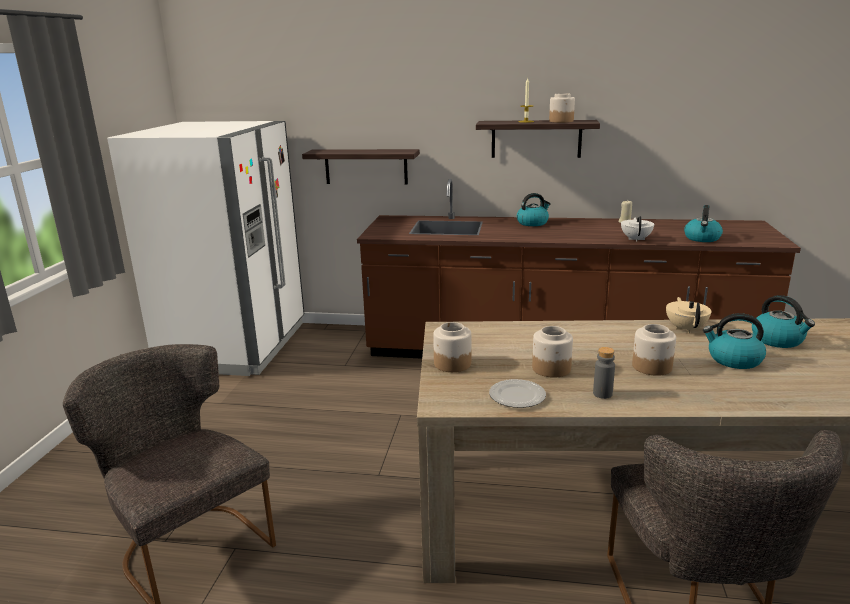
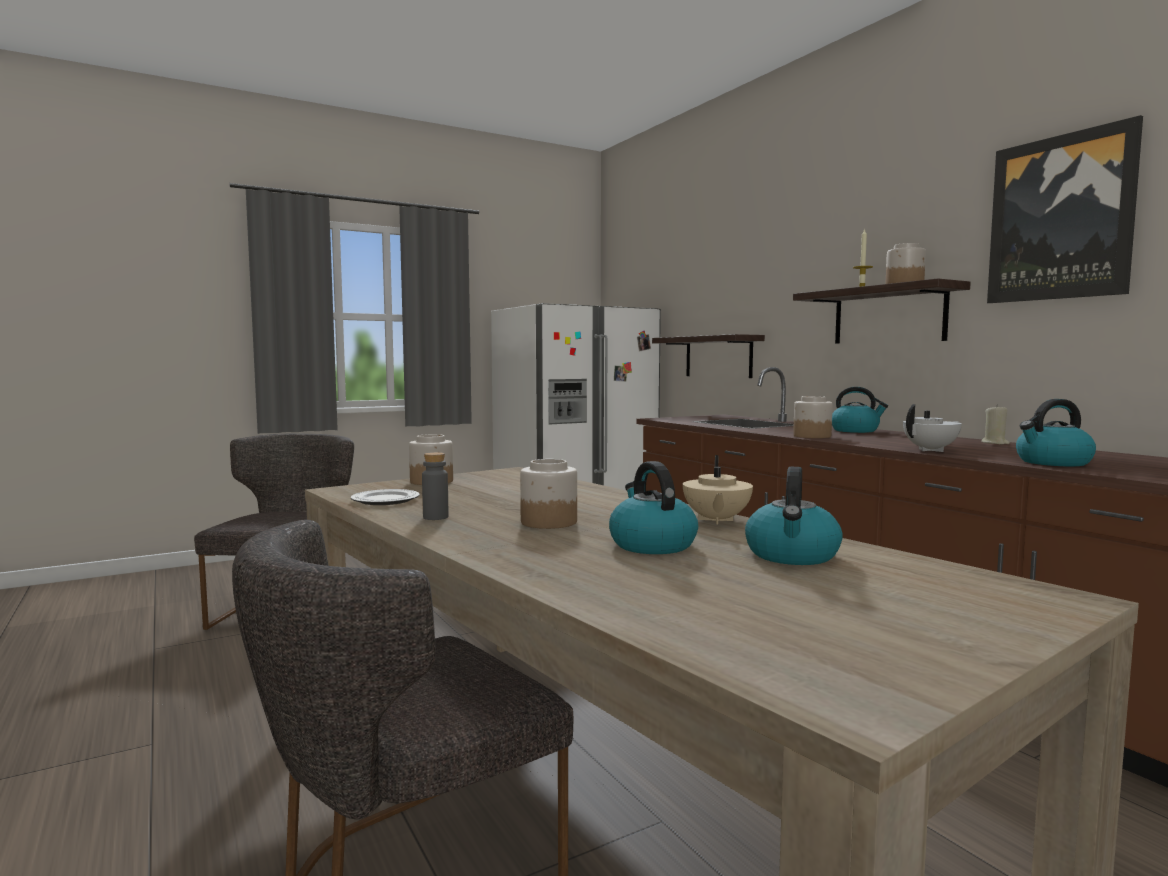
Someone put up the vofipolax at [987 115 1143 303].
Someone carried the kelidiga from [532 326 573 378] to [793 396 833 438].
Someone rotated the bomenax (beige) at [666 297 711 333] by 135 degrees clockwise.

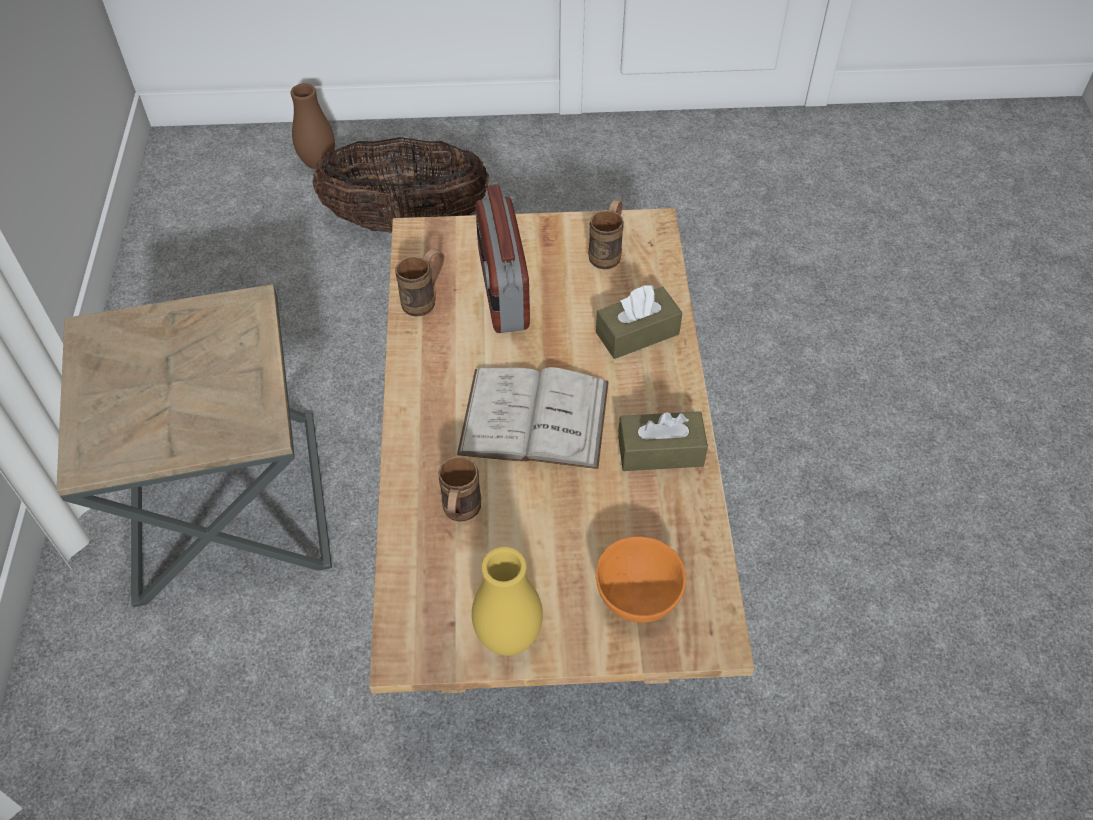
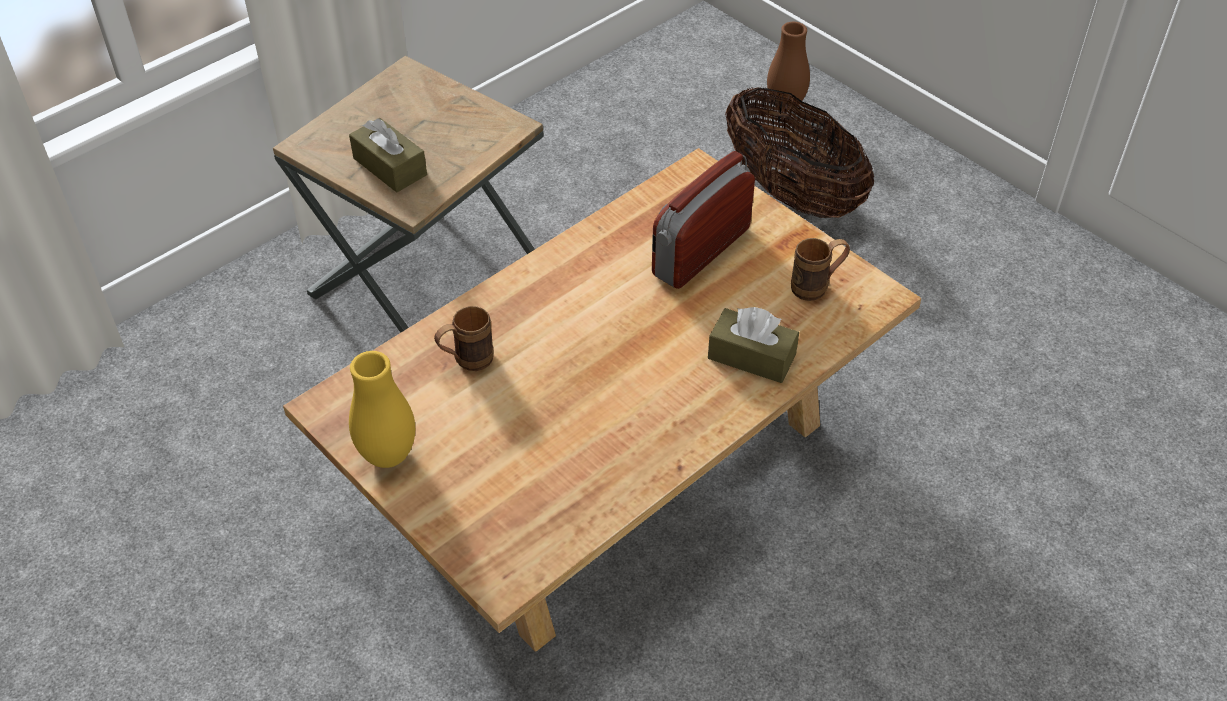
Someone took away the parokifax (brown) at [395 249 444 317].
Someone took away the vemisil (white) at [457 367 609 469].
Someone took away the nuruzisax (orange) at [596 536 686 623].
Someone carried the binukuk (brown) from [618 411 708 471] to [349 118 427 192].

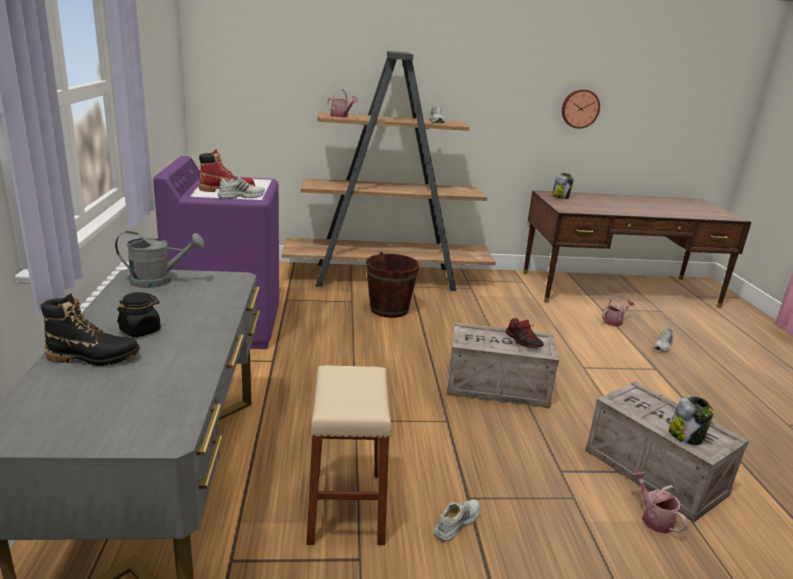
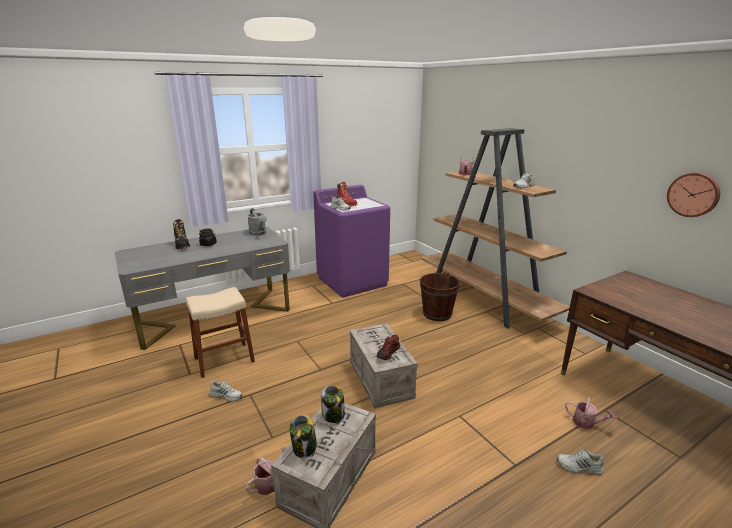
Someone carried the kelidiga from [552 173 574 199] to [321 386 345 423].

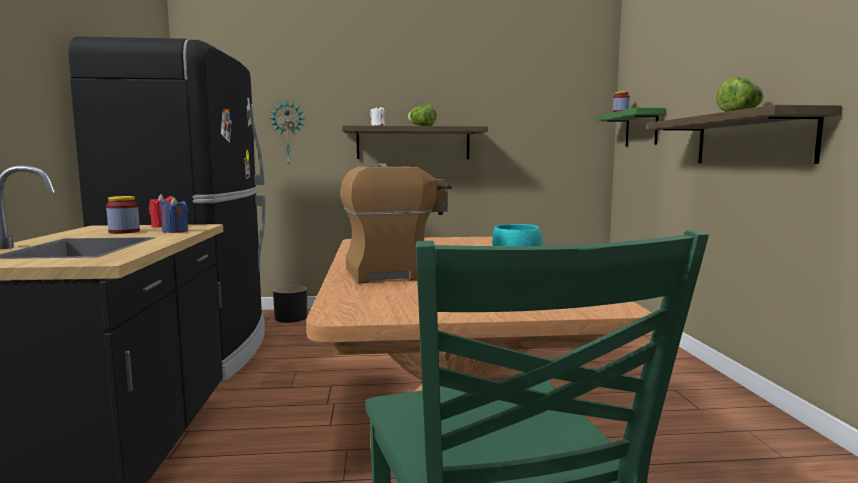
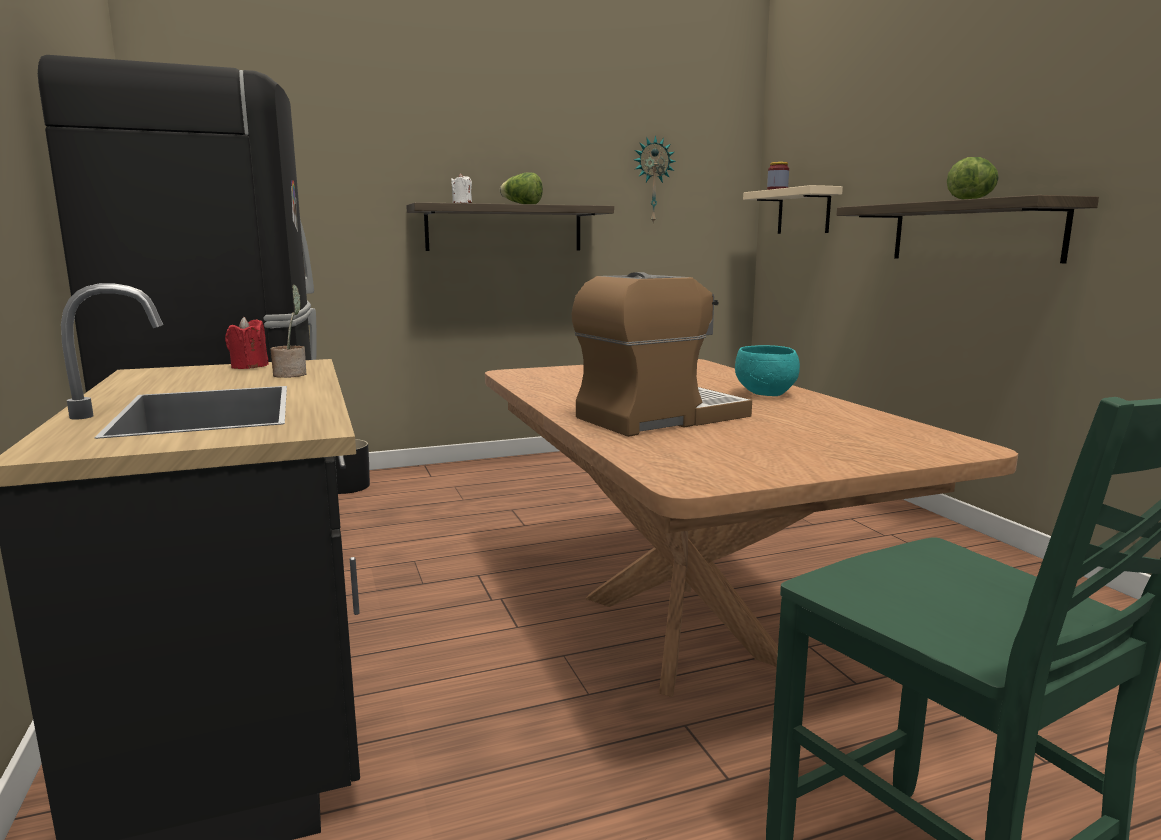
Someone took away the kelidiga at [106 196 140 234].
Someone carried the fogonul from [269 100 305 164] to [634 135 676 224].
Someone swapped the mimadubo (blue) at [161 197 189 233] for the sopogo at [270 285 307 378].
Someone repainted the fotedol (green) at [597 108 666 147], which became the fotedol (beige) at [743 185 843 234].

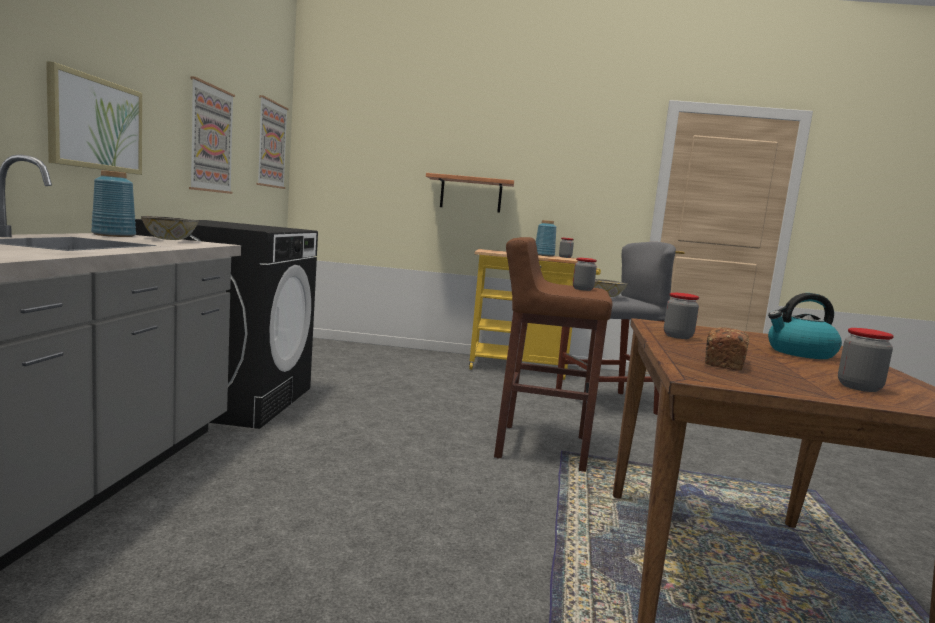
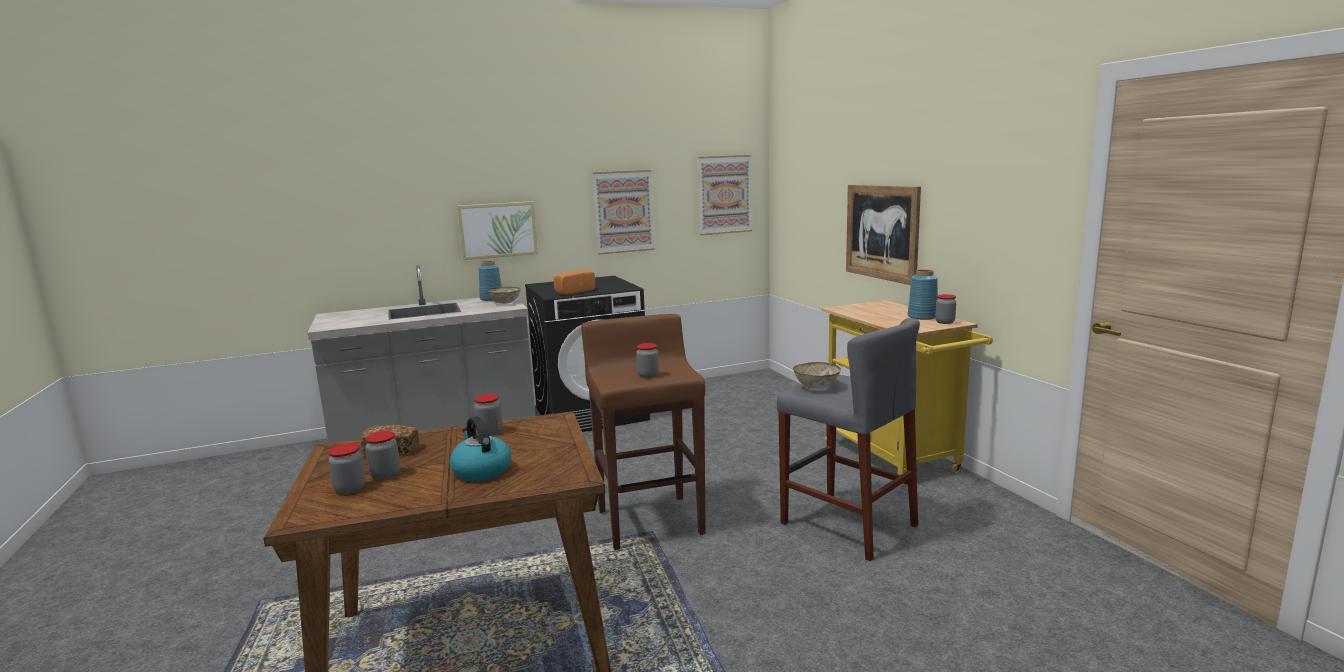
Someone put down the kelidiga at [365 431 400 480].
Someone put down the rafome at [553 270 595 295].
Someone swapped the fotedol at [426 173 514 213] for the vofipolax at [846 185 921 285].

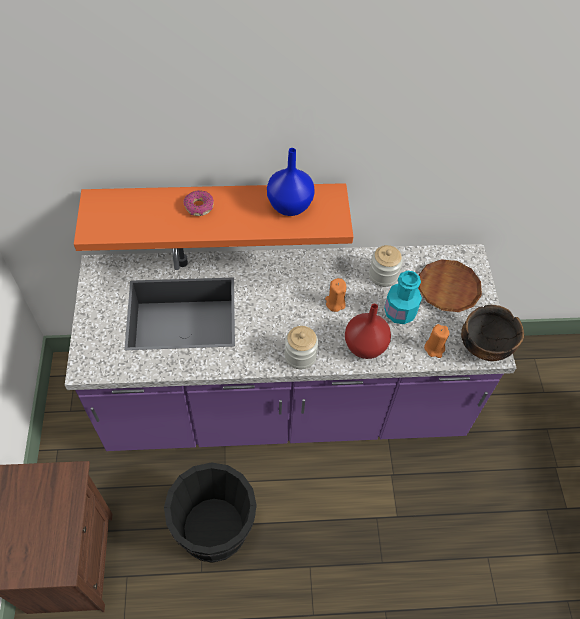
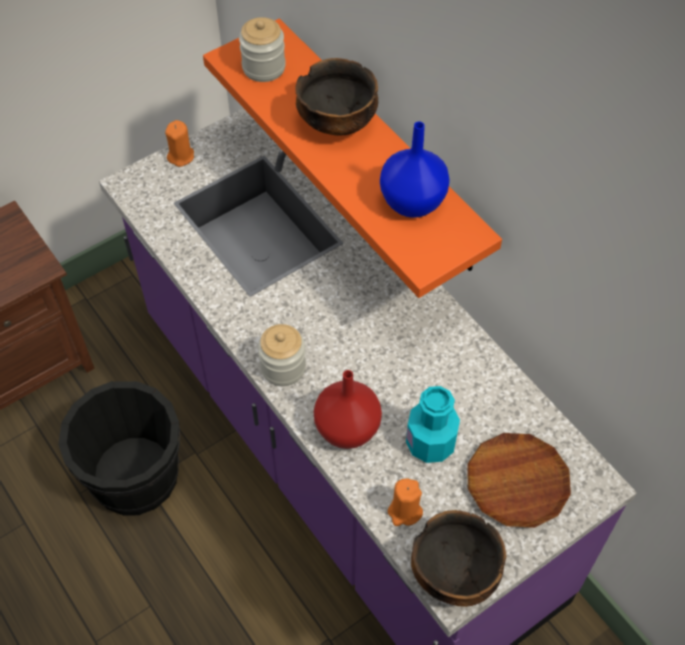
Someone carried the mimadubo (orange) from [325 278 347 312] to [165 120 194 167].
Someone carried the kelidiga from [369 245 403 287] to [239 17 286 82].
Someone swapped the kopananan at [183 190 214 216] for the nuruzisax at [295 58 378 136].

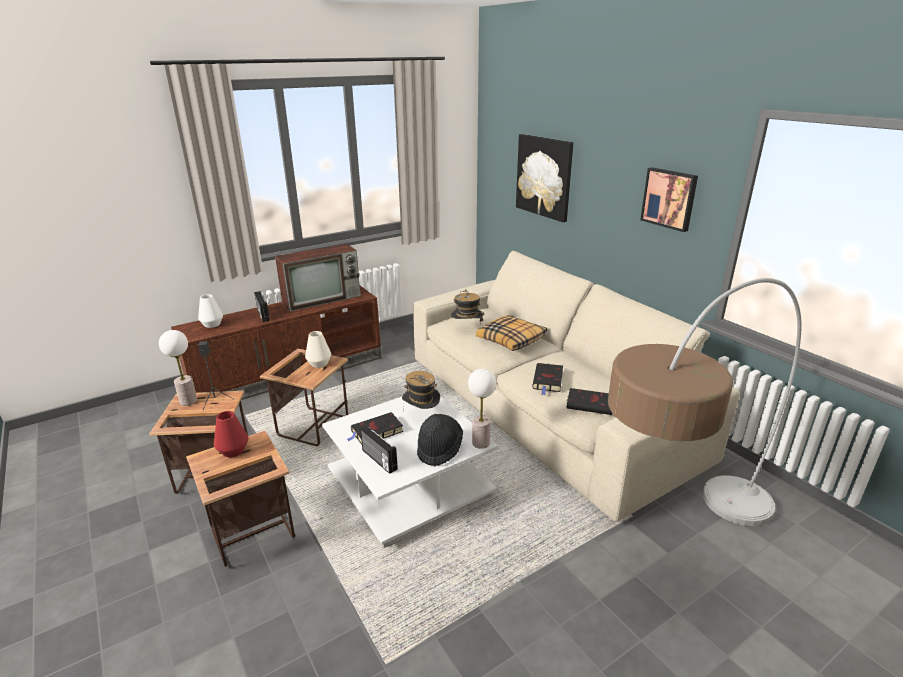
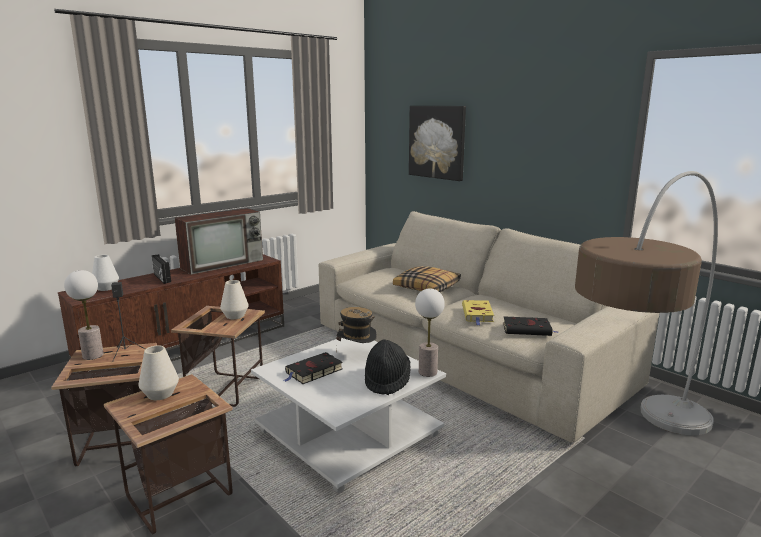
Someone took away the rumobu at [360 426 398 474].
Someone took away the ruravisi at [451 289 484 325].
Someone took away the vofipolax at [640 167 698 232].
Someone repainted the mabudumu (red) at [214 411 248 457], which became the mabudumu (white) at [138 345 179 400].
Someone repainted the vemisil (black) at [532 363 563 395], which became the vemisil (yellow) at [462 300 494 325].

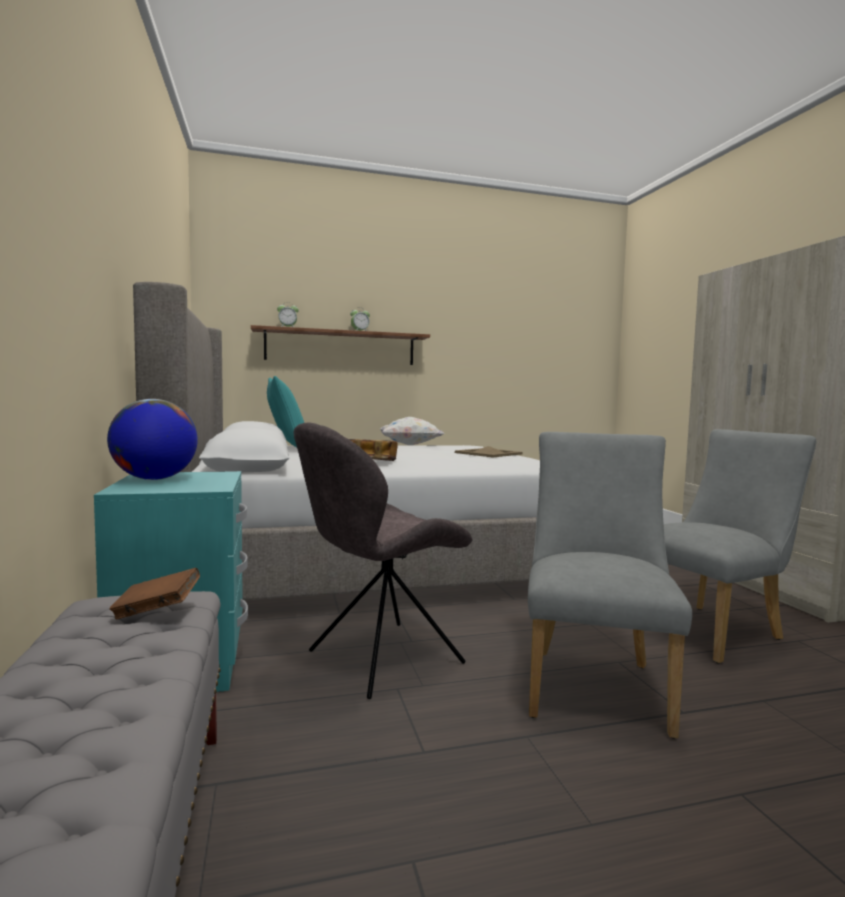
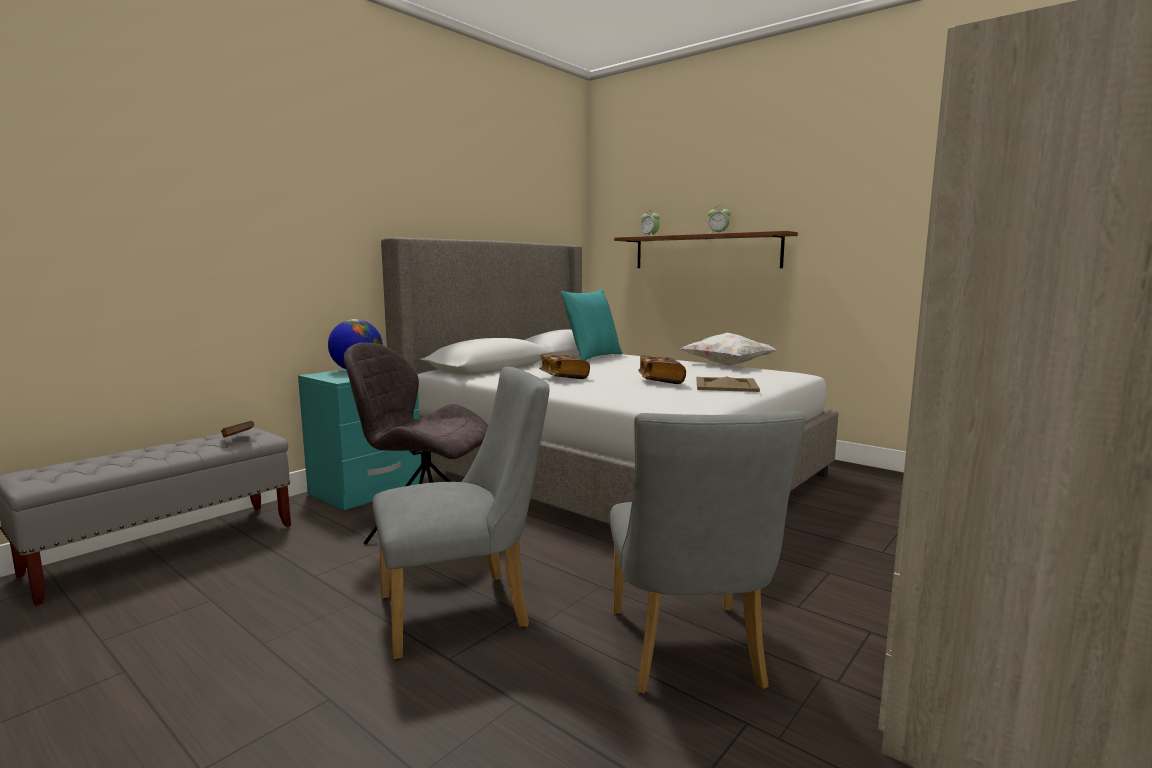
Someone put down the vemisil at [638 355 686 384].
Someone rotated the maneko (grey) at [664 429 816 664] by 60 degrees clockwise.

